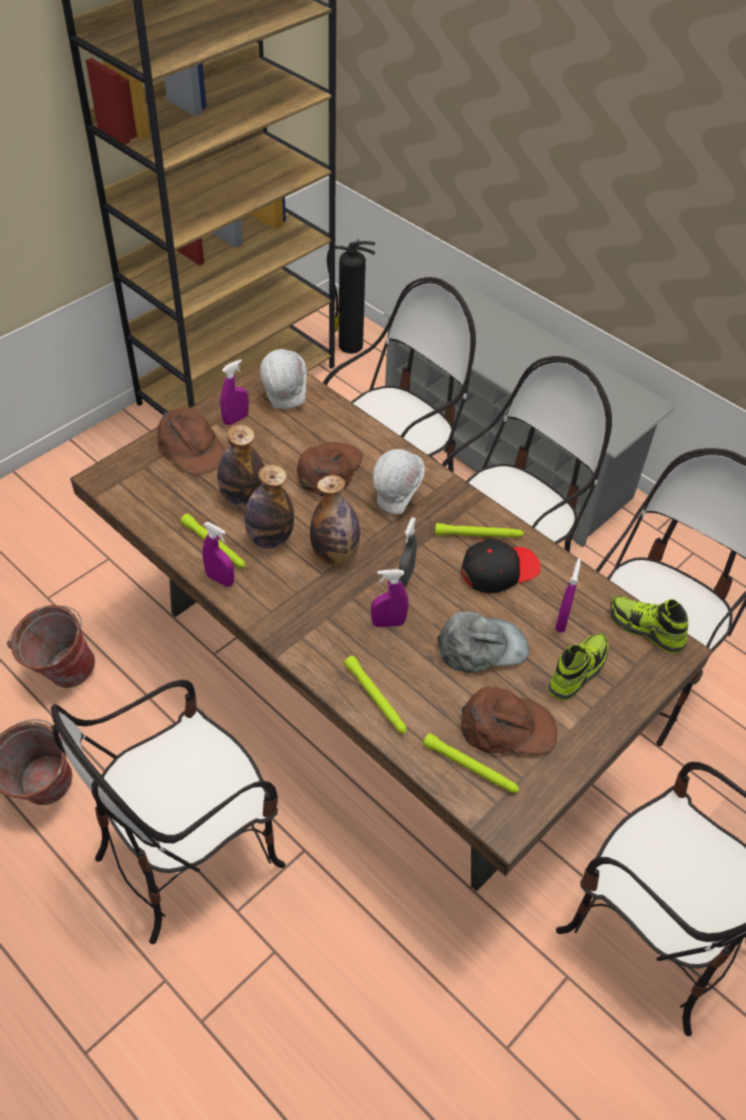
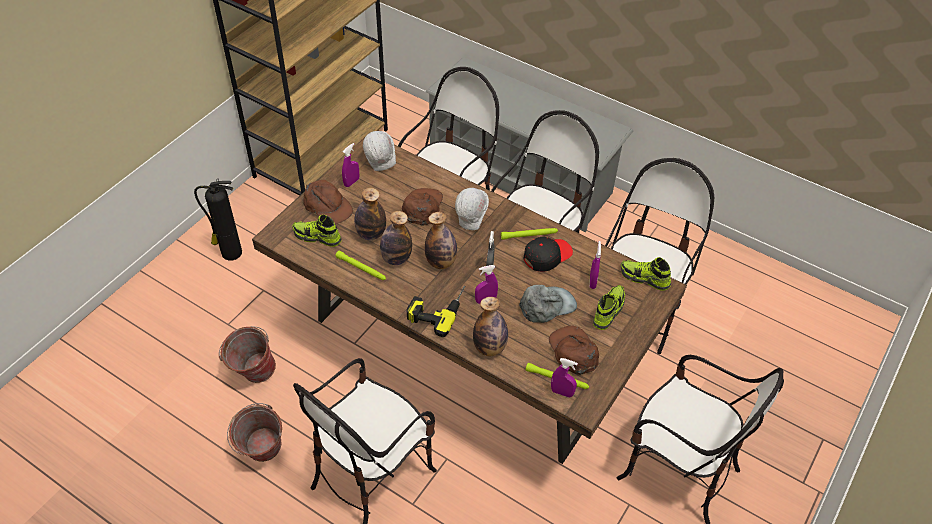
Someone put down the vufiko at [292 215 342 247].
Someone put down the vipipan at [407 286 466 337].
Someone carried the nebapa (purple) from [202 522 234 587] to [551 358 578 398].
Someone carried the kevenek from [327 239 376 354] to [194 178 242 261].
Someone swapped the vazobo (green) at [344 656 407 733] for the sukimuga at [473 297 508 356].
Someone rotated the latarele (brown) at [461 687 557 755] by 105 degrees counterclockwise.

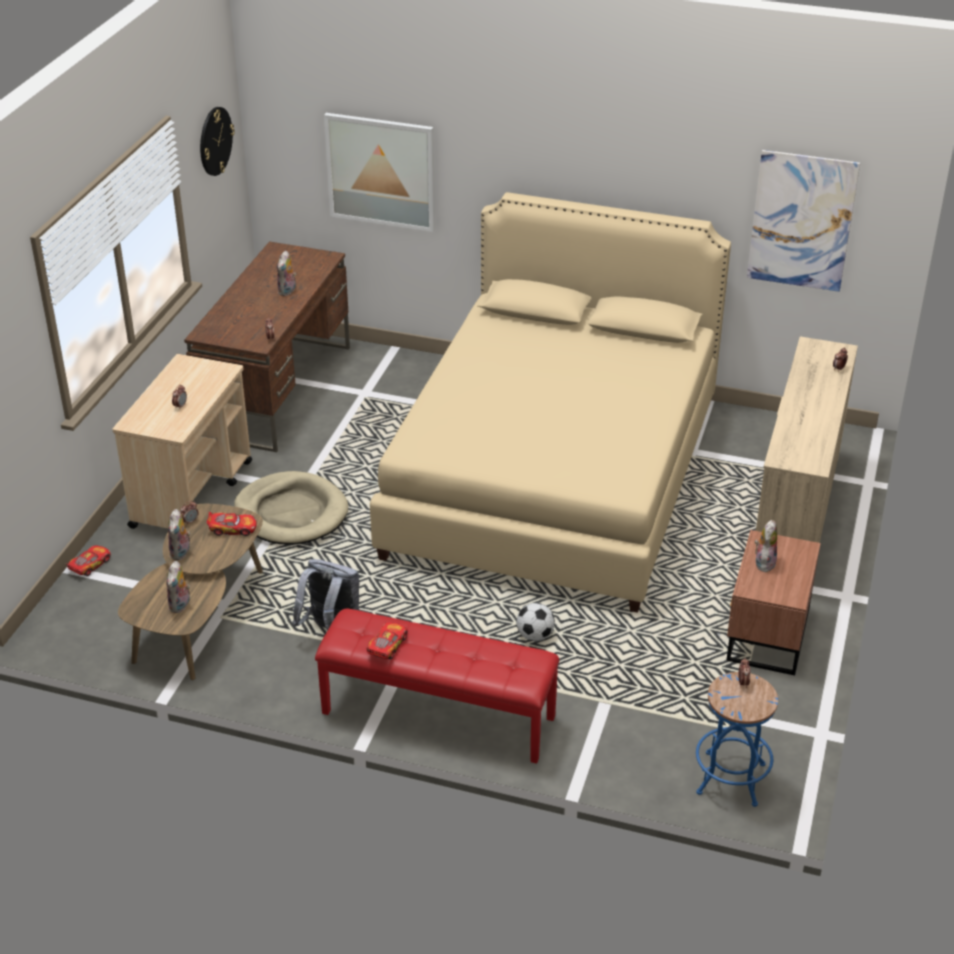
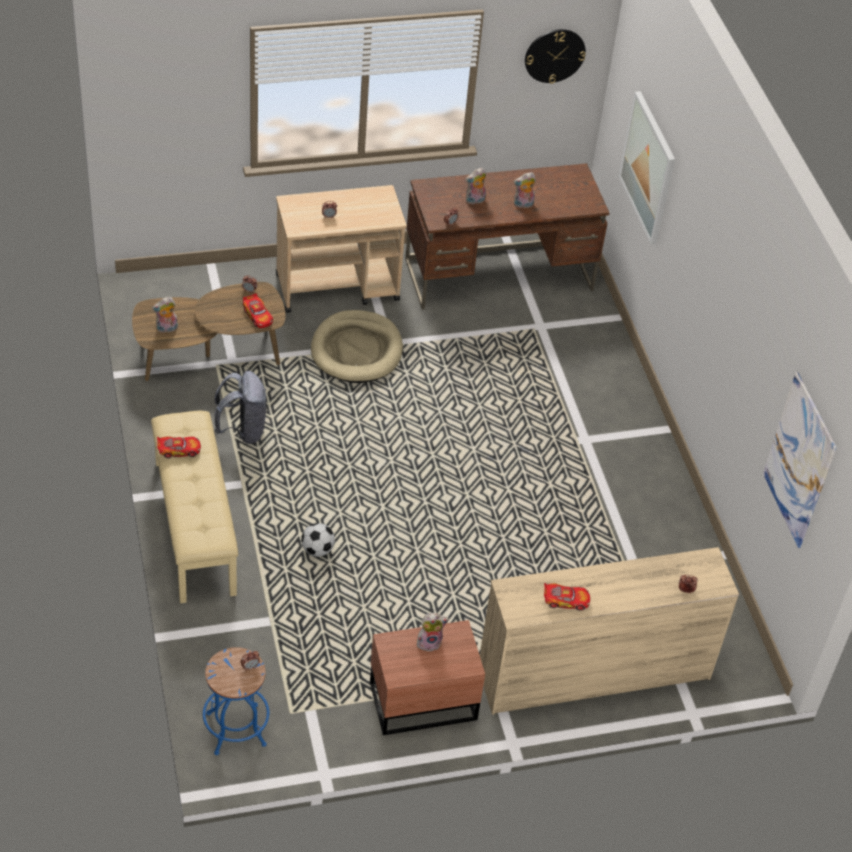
Someone took away the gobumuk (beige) at [370 192 731 613].
Someone carried the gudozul from [67 546 111 576] to [544 583 590 611].
Someone carried the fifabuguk from [168 509 191 560] to [466 168 486 205].
Someone repainted the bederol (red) at [315 609 559 764], which became the bederol (beige) at [151 411 238 603].

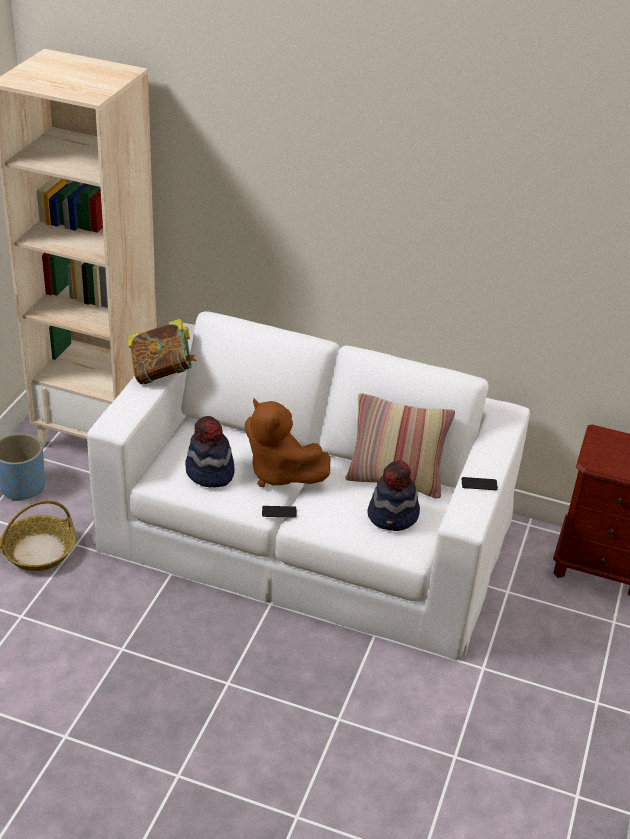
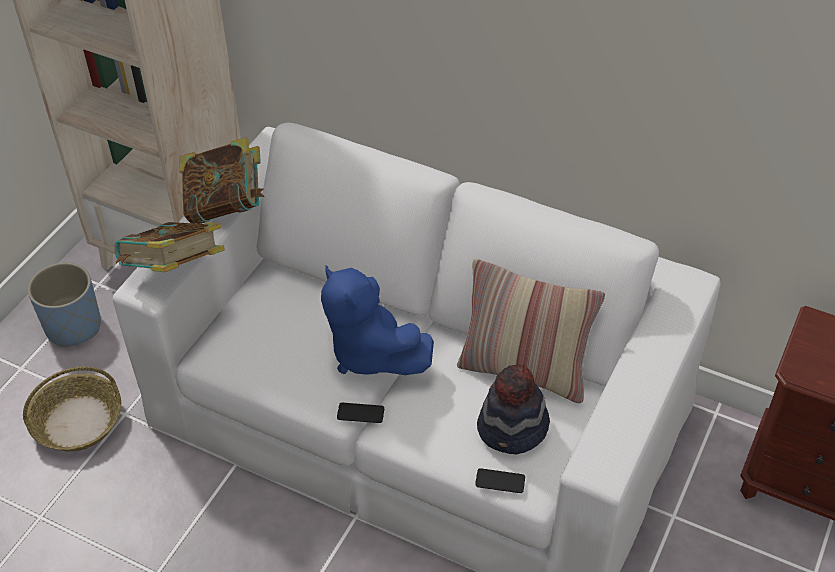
Someone took away the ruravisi at [185 416 235 488].
Someone put down the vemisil at [115 222 225 272].
Someone carried the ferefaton from [462 477 498 490] to [475 468 525 493].
Someone repainted the fifabuguk (brown) at [245 399 330 487], which became the fifabuguk (blue) at [321 265 434 375].

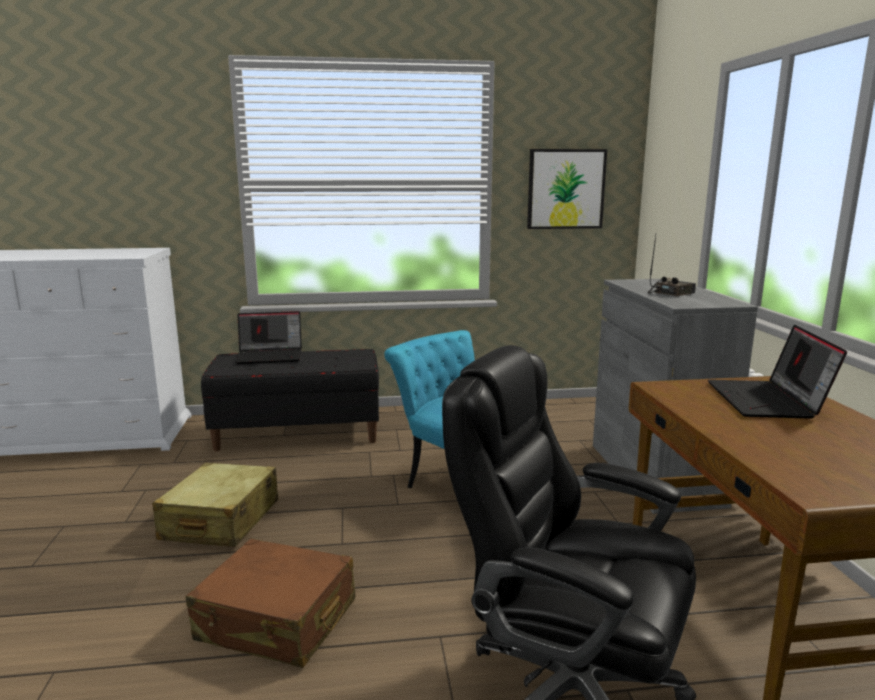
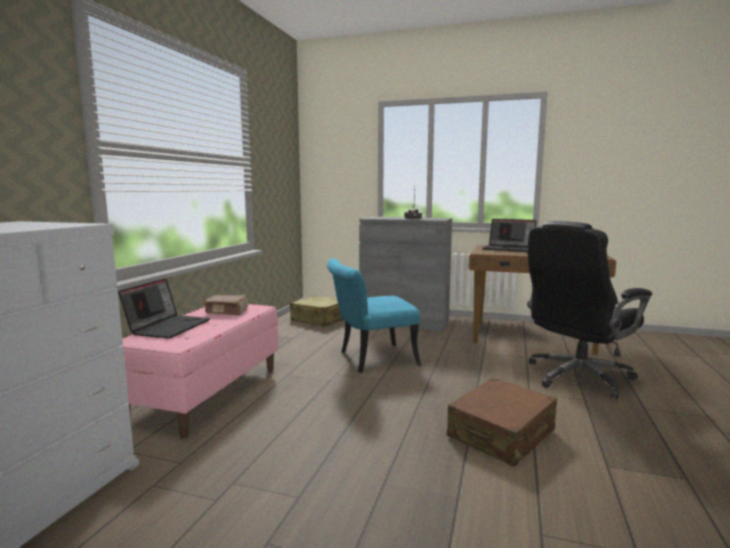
Someone took away the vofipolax at [527 149 607 229].
Someone put down the vemisil (brown) at [203 295 248 315].
Someone carried the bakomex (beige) from [152 462 278 547] to [290 295 344 327].
Someone repainted the bederol (black) at [201 349 379 451], which became the bederol (pink) at [121 304 279 438].

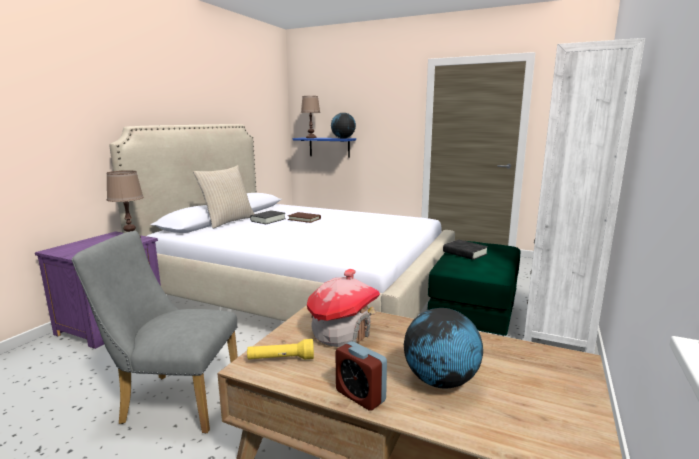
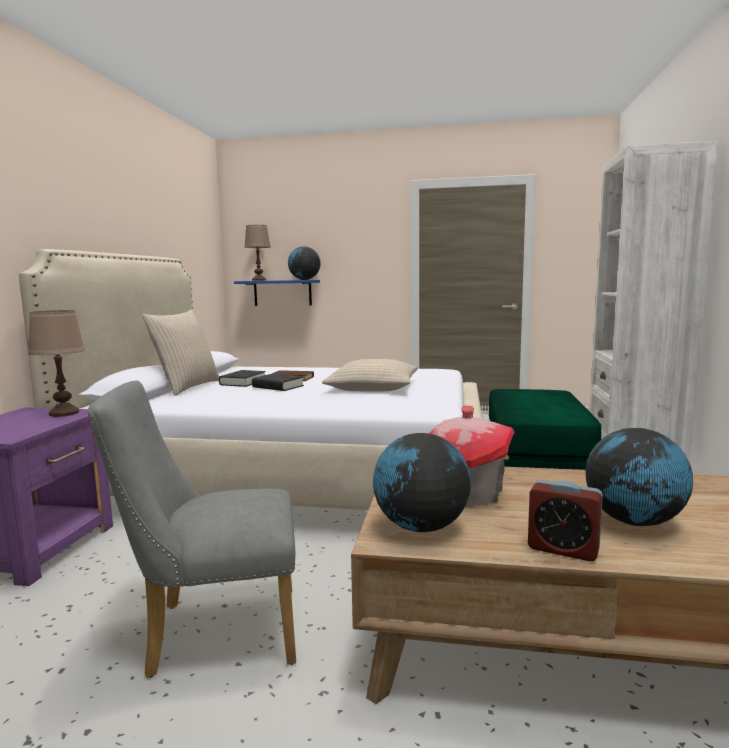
Someone put down the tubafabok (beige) at [322 359 418 391].
Someone carried the vemisil (black) from [443 240 488 260] to [252 373 304 391].
Someone swapped the vazobo (yellow) at [247 339 314 359] for the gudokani at [373 433 471 532].

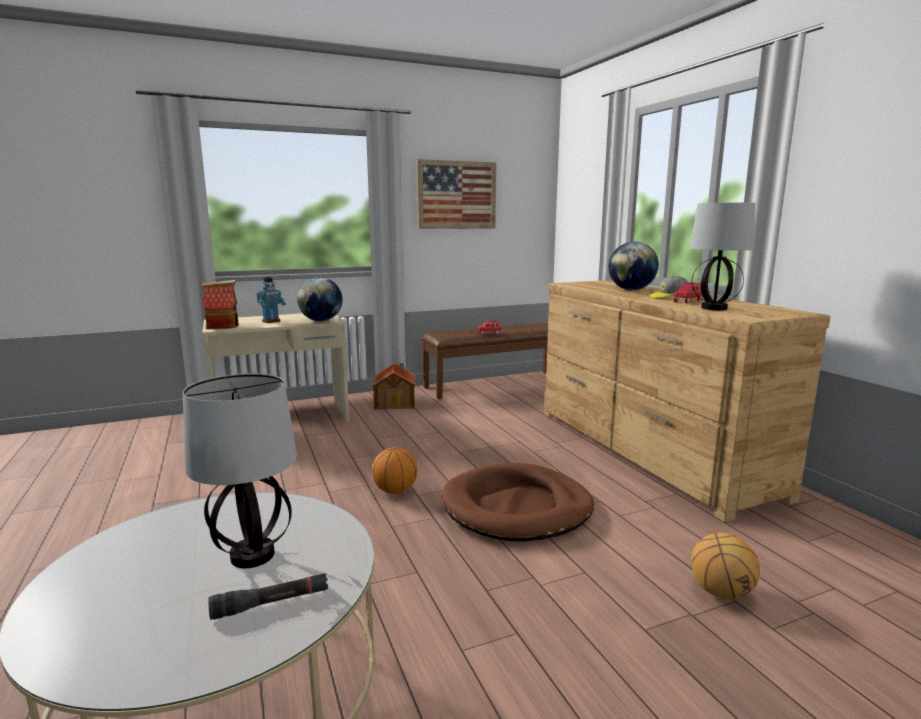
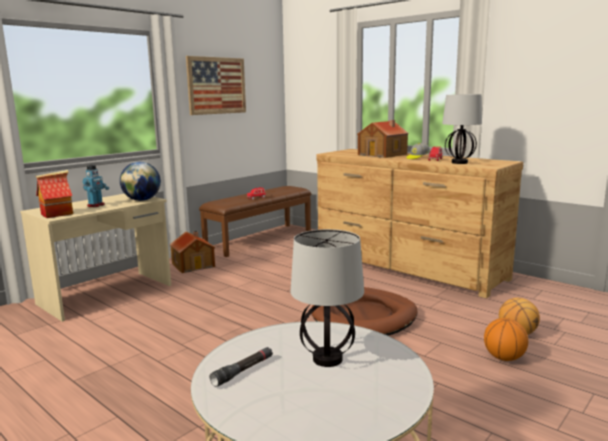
Someone carried the vazobo (black) from [208 573 328 620] to [210 347 273 387].
Someone carried the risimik from [372 447 417 494] to [484 318 528 361].
Someone swapped the gudokani at [608 242 659 290] for the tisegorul at [357 120 409 158].

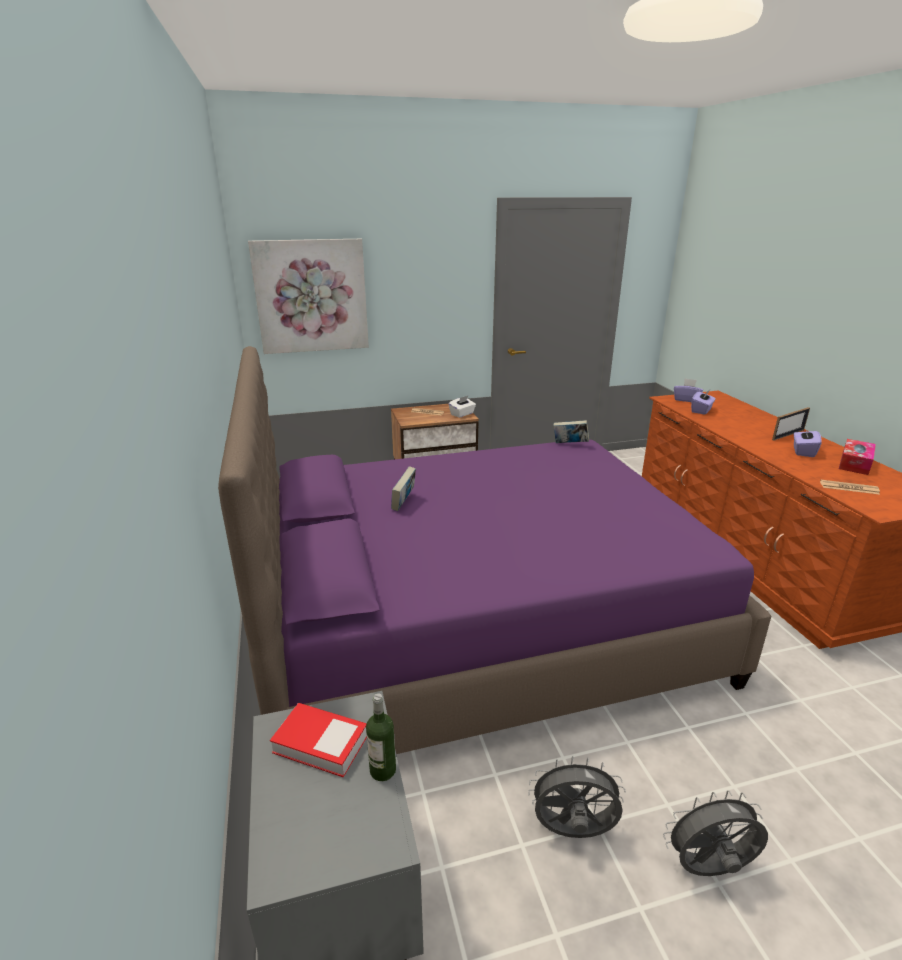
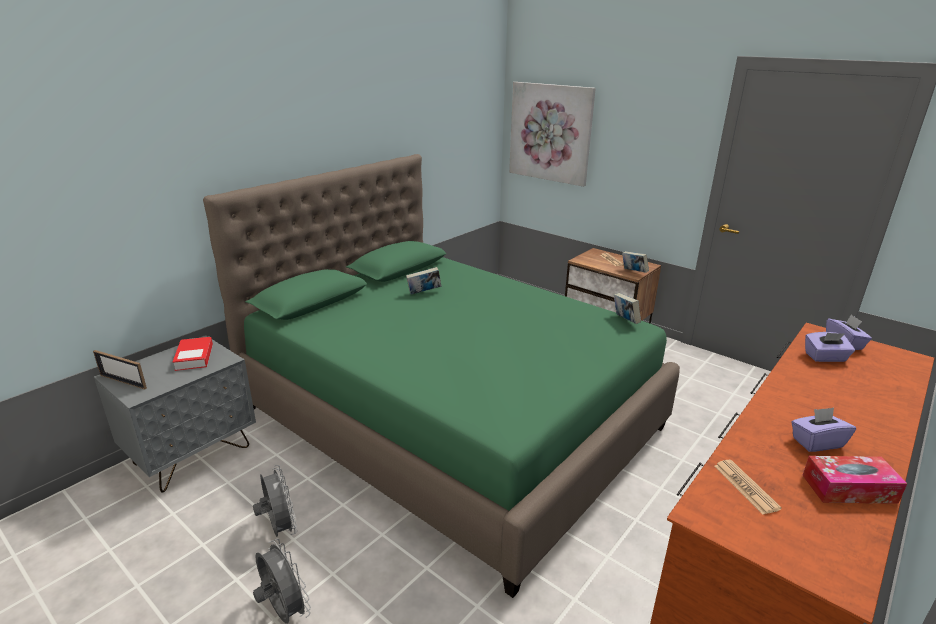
Someone took away the sukimuga at [366 693 396 781].
Someone carried the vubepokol from [772 407 810 441] to [93 350 147 390].
Someone swapped the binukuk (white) at [449 396 476 418] for the vemisil at [622 251 649 273].
Someone repainted the gobumuk (purple) at [218 346 771 754], which became the gobumuk (green) at [203 154 680 598].

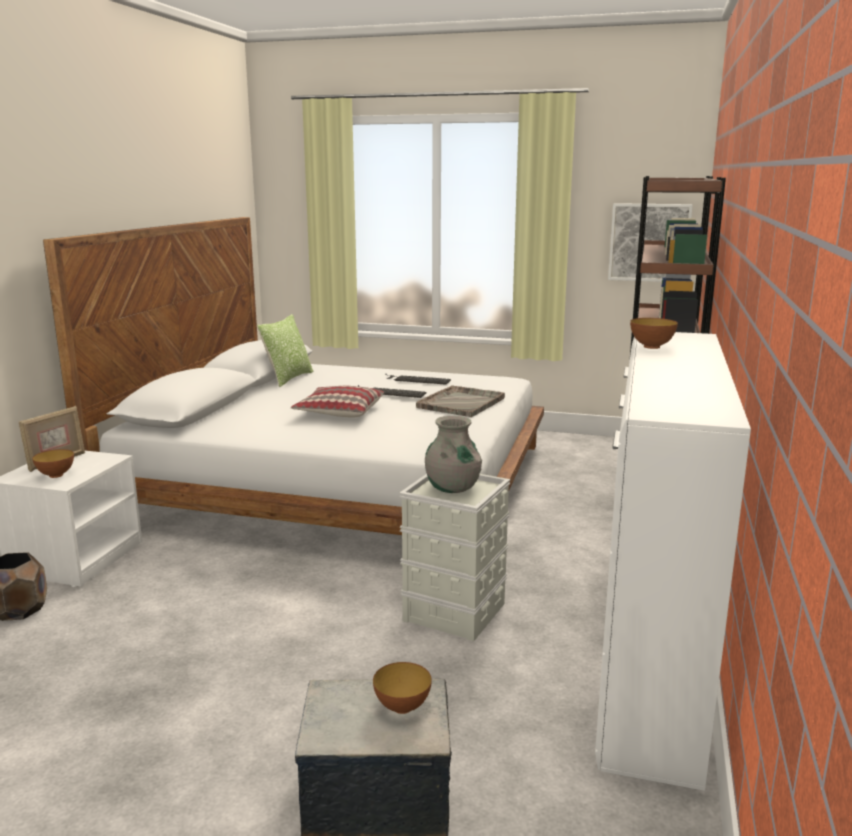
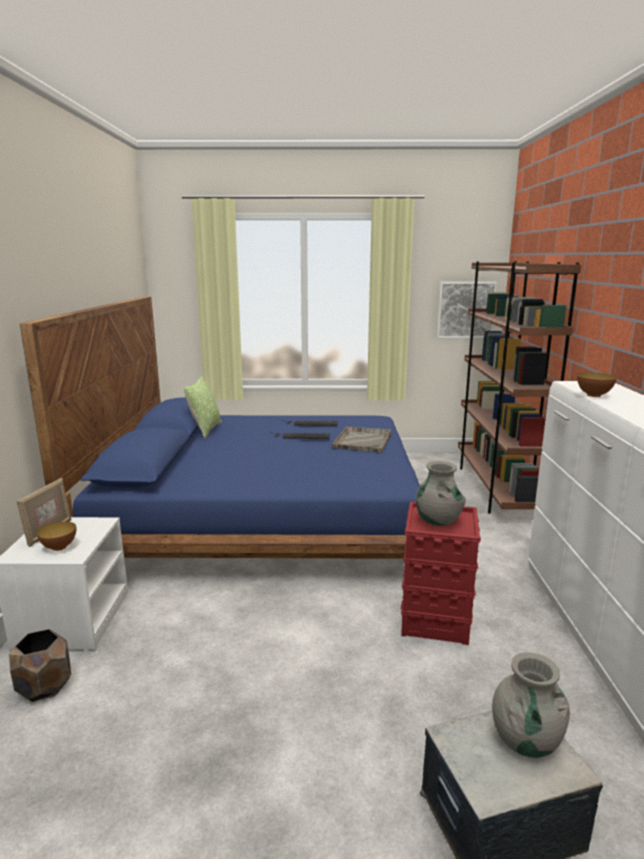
Someone took away the tubafabok at [291 386 384 418].
Someone swapped the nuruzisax at [373 662 432 714] for the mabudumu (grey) at [492 652 570 758].
Someone repainted the gobumuk (white) at [43 217 544 535], which became the gobumuk (blue) at [20 296 420 559].
Someone repainted the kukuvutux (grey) at [399 474 510 641], which became the kukuvutux (red) at [401 502 481 645].

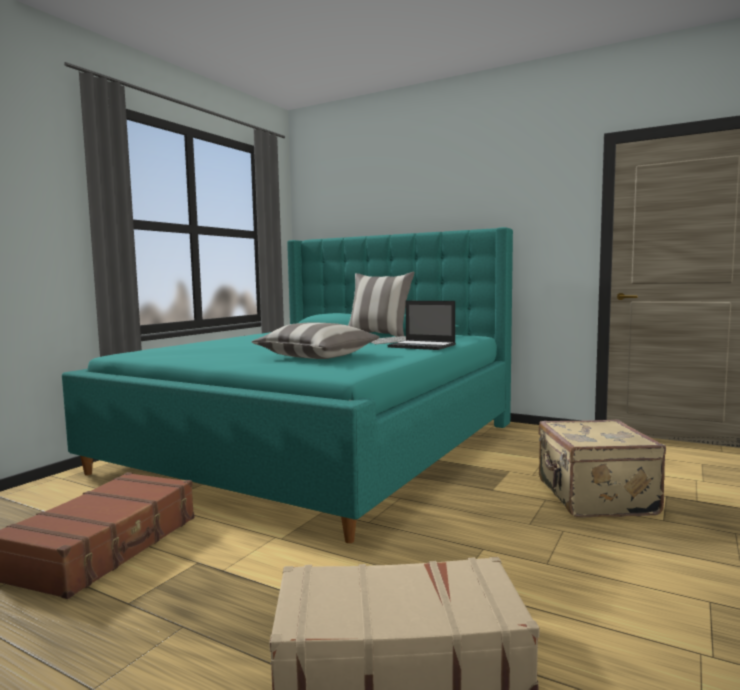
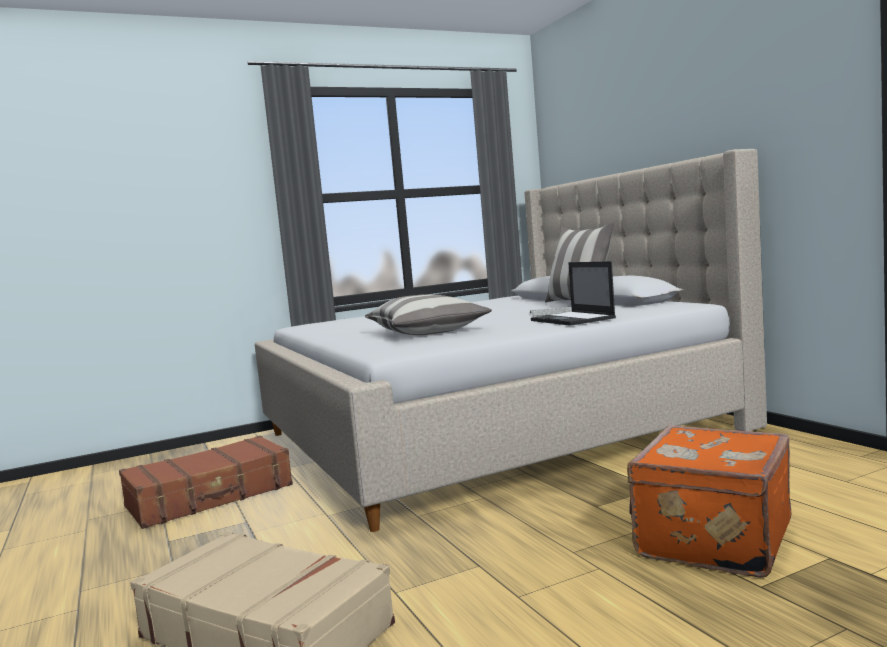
Someone repainted the gobumuk (turquoise) at [62 227 513 543], which became the gobumuk (beige) at [255 149 767 532].
Someone repainted the bakomex (beige) at [539 420 666 518], which became the bakomex (orange) at [627 425 792 578].

